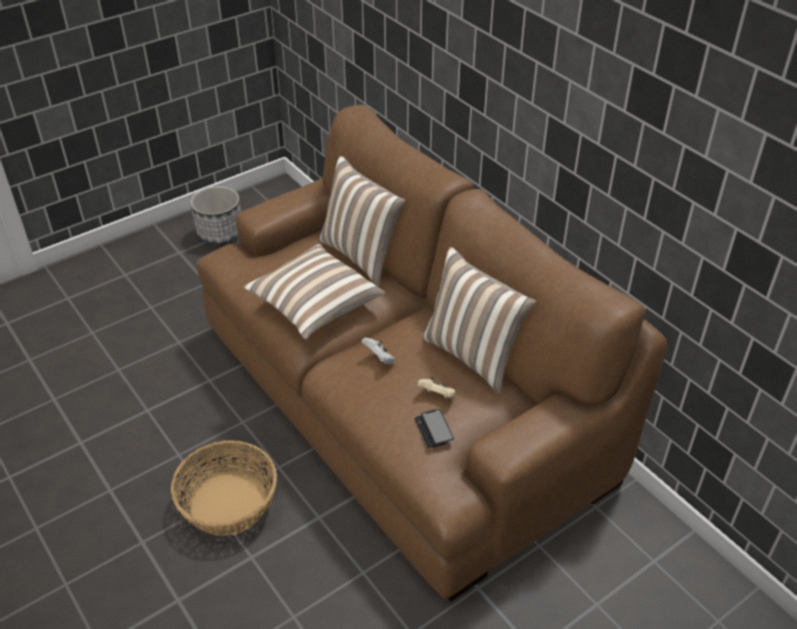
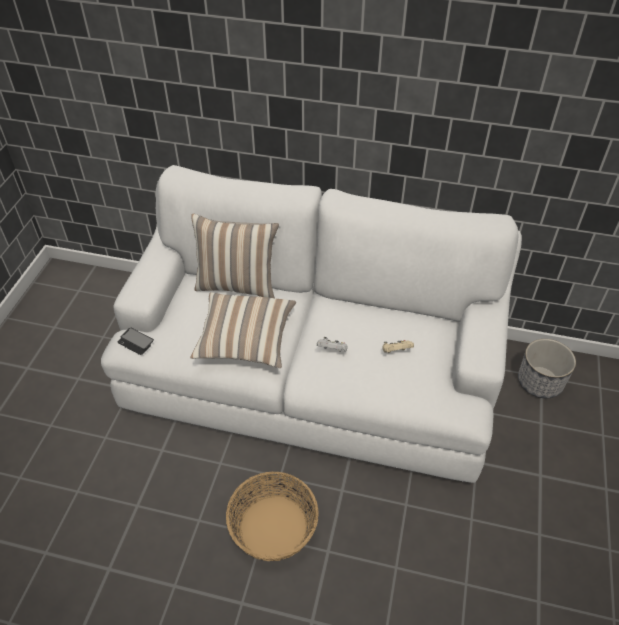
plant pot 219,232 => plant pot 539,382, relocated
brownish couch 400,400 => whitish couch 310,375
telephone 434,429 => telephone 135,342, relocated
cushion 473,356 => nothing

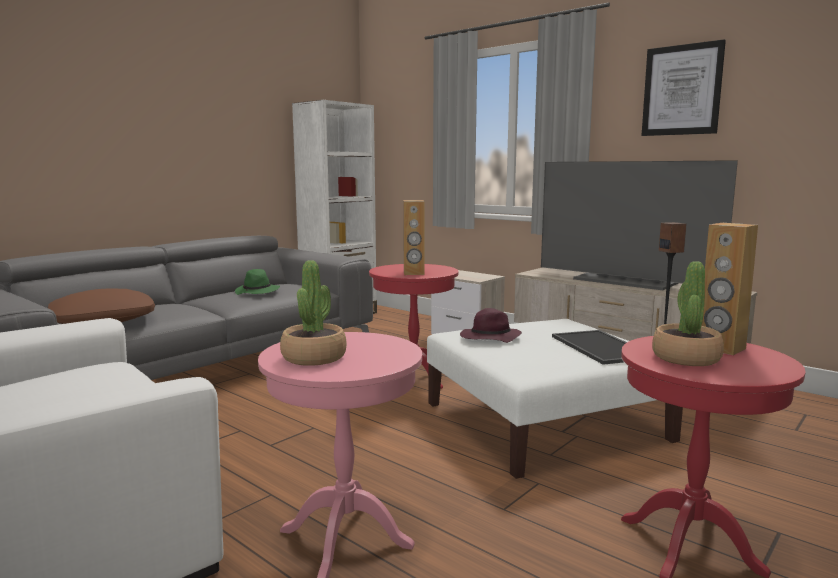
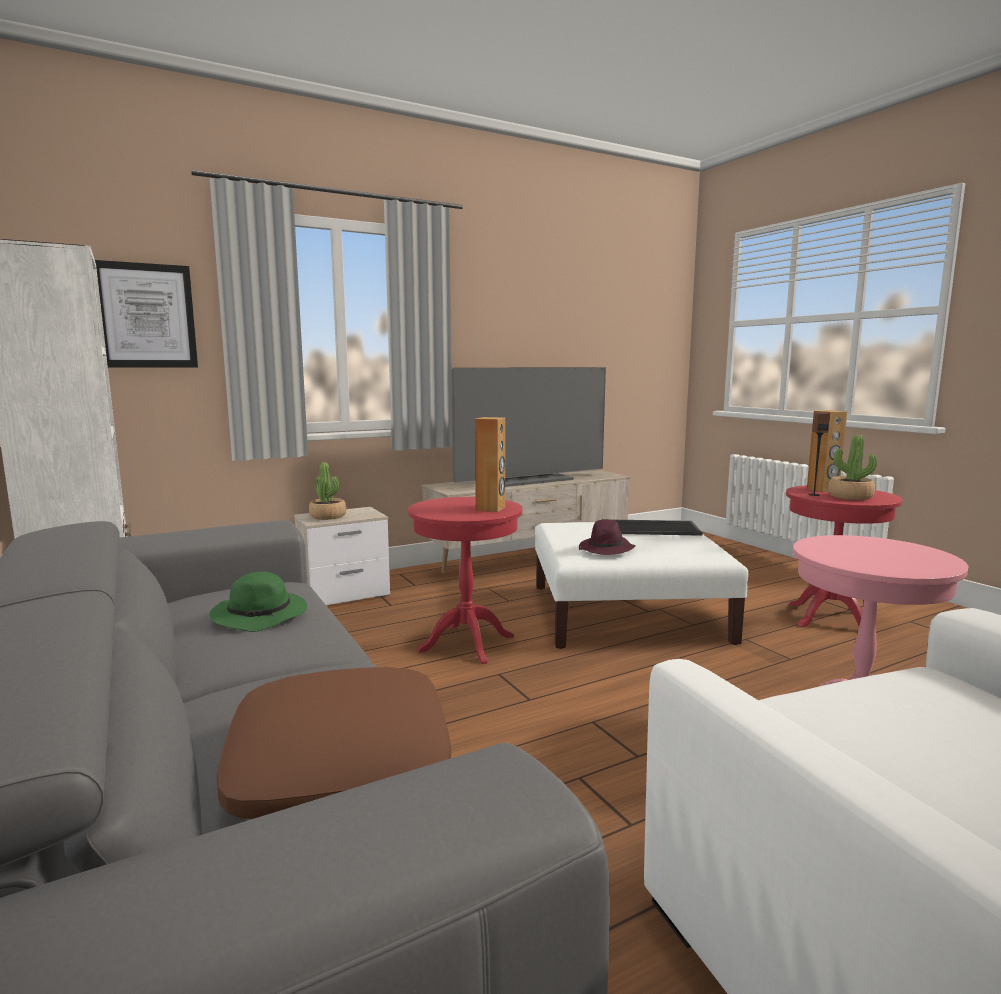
plant in a pot 314,357 => plant in a pot 328,516, relocated
picture 682,90 => picture 146,316, relocated

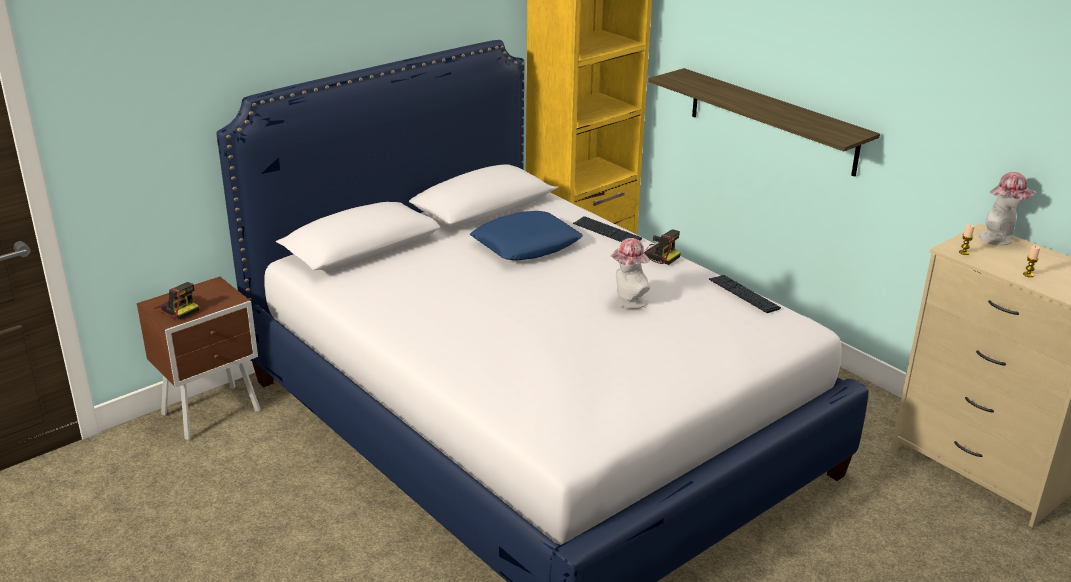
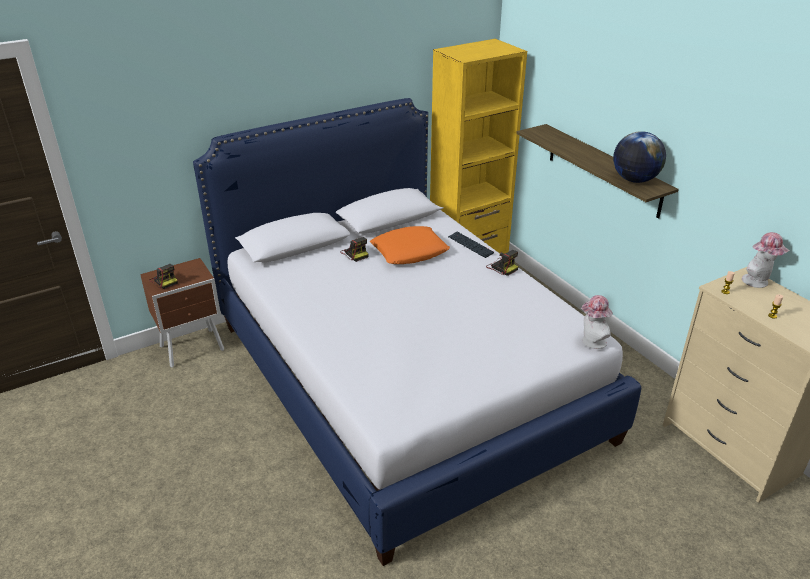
bluish cushion 526,244 => orange cushion 409,251
hat 628,302 => hat 591,342, relocated
computer keyboard 743,295 => nothing
nothing => photo camera 355,253
nothing => world globe 634,180

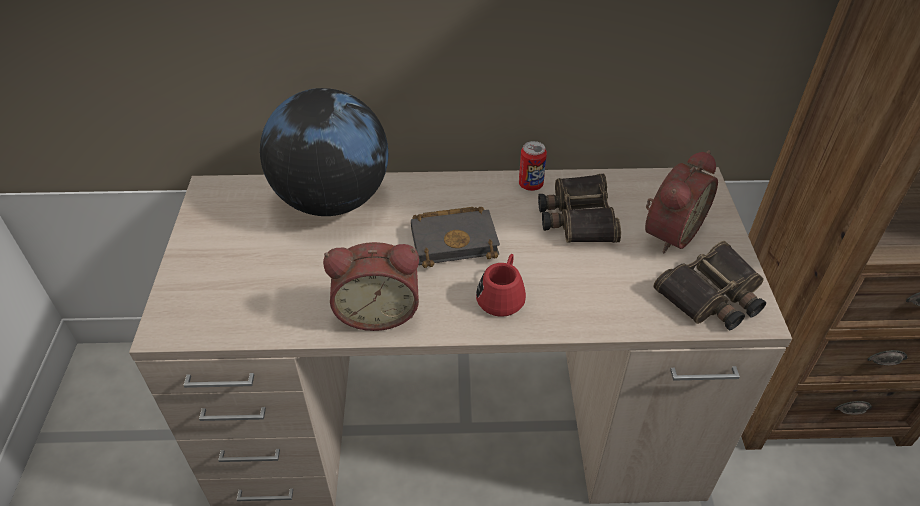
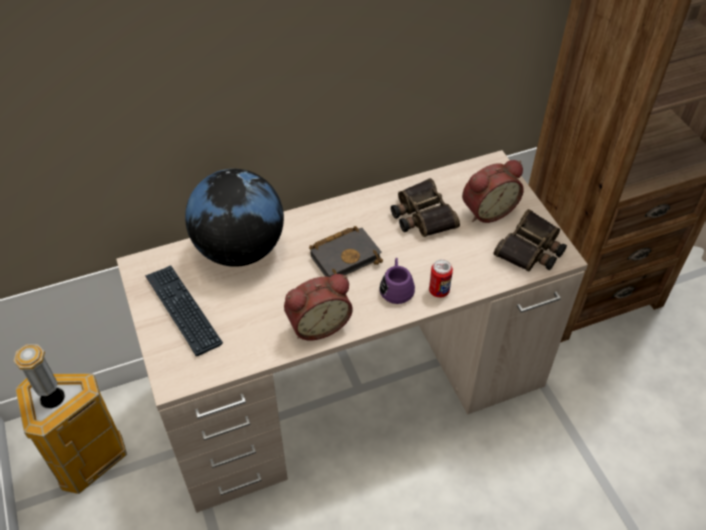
red-coloured coffee mug 502,295 => purple coffee mug 396,287
sealed can 530,185 => sealed can 439,291, relocated
alarm clock 668,232 => alarm clock 487,210, 45 degrees clockwise
nothing => trash can 89,460
nothing => computer keyboard 183,310

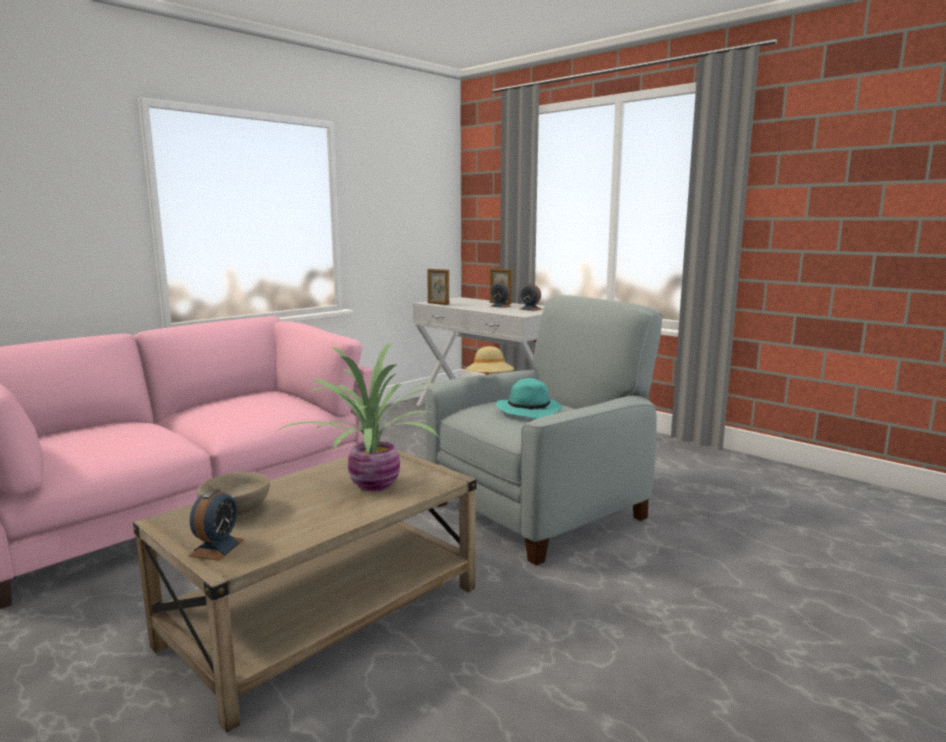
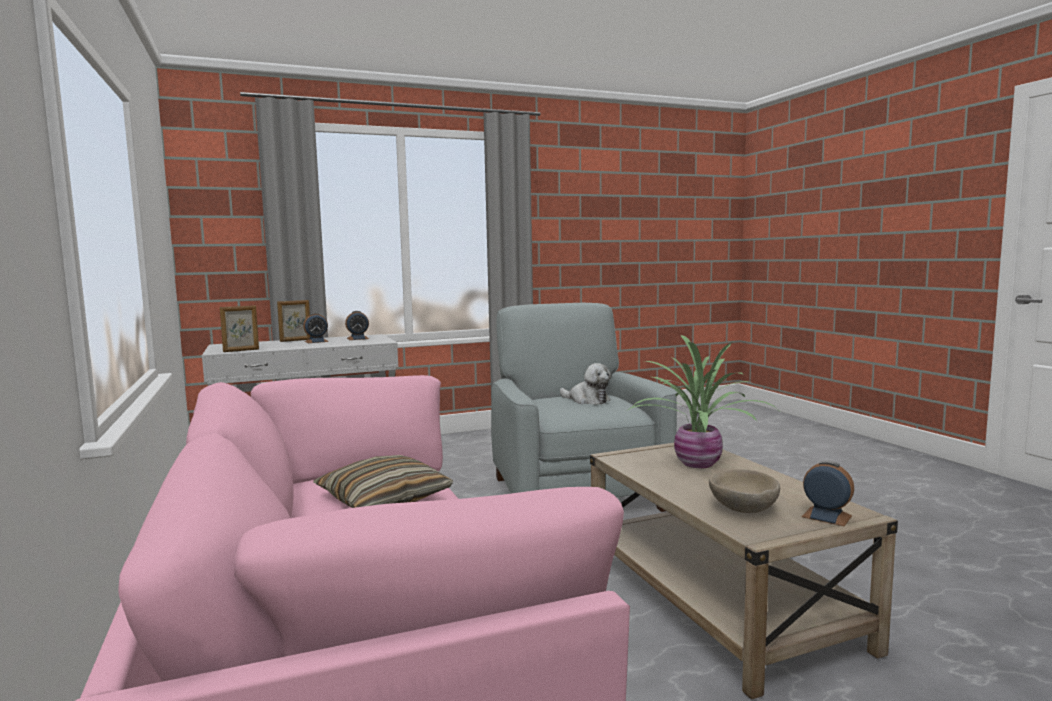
sand-coloured hat 489,381 => nothing
blue-green hat 530,410 => plush toy 587,400
nothing => cushion 384,499

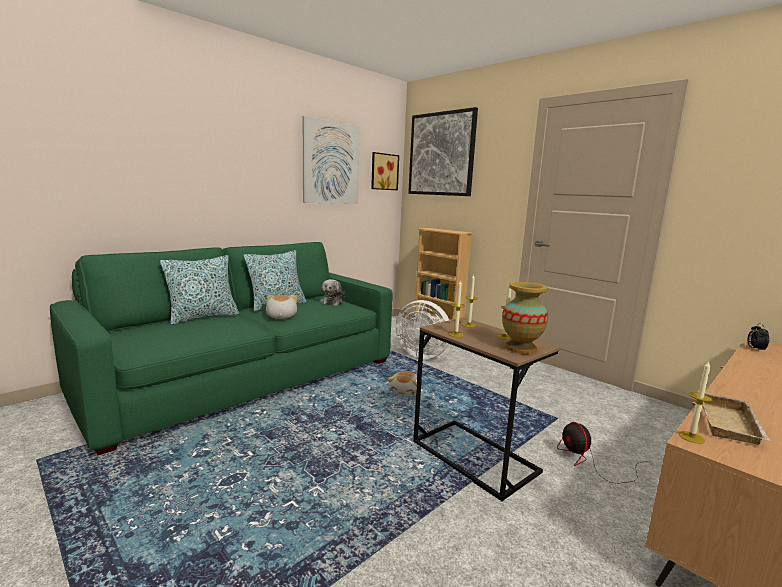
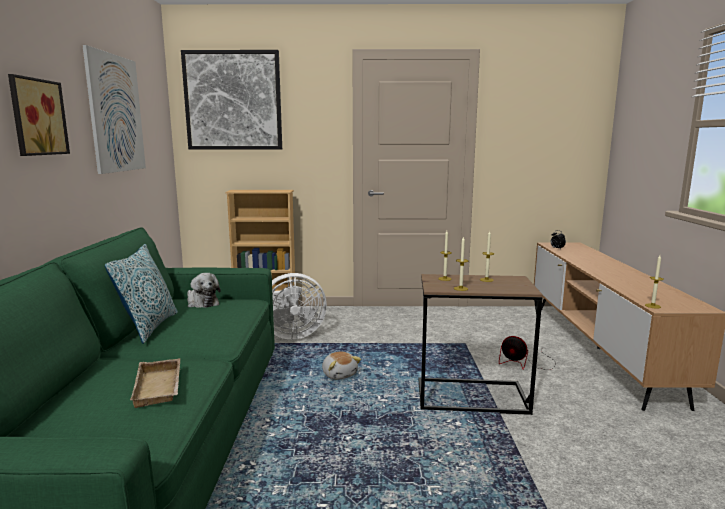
cushion 203,317 => nothing
plush toy 281,316 => nothing
picture 383,171 => picture 36,117, relocated
decorative vase 521,348 => nothing
sand-coloured serving tray 731,424 => sand-coloured serving tray 160,387, relocated

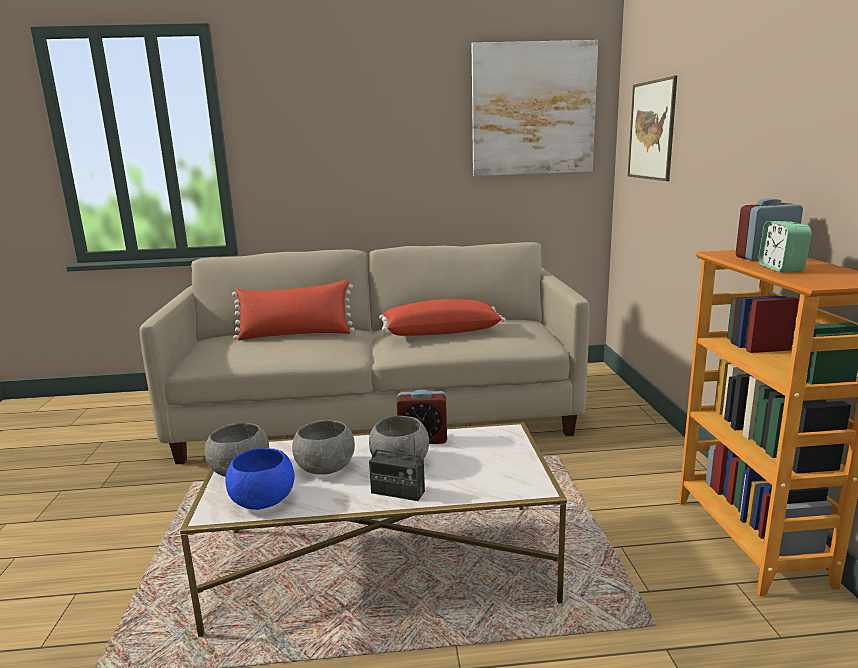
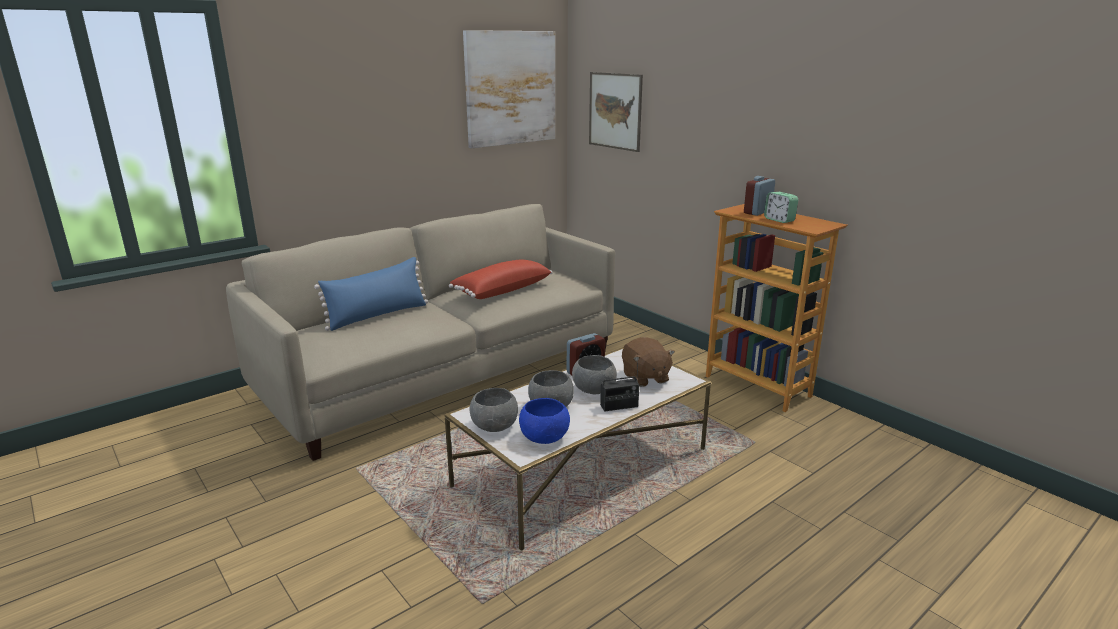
red-coloured cushion 295,335 => bluish cushion 378,315
nothing => brownish plush toy 645,378

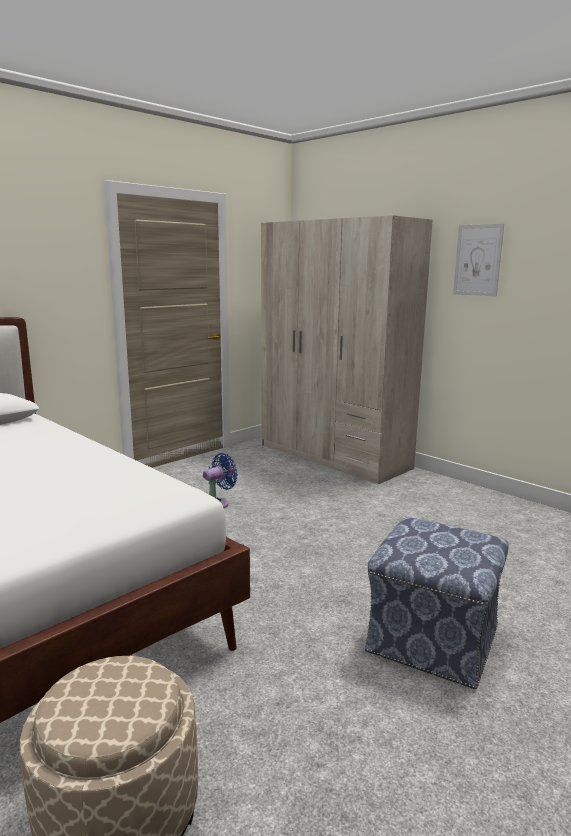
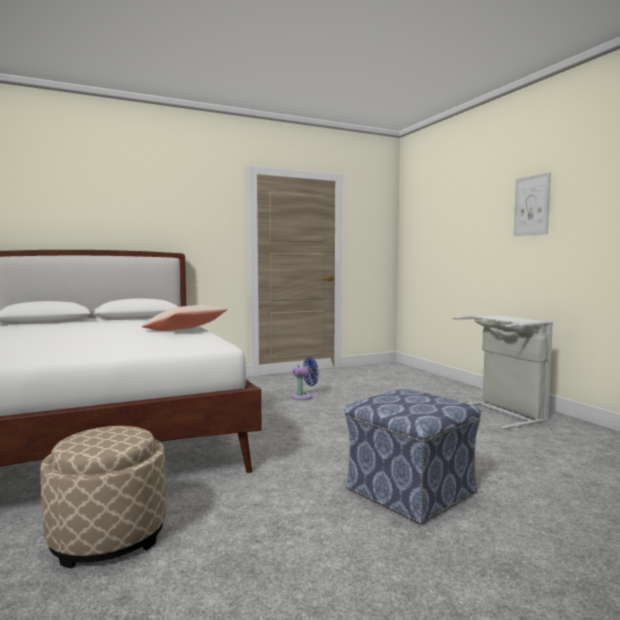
sand-coloured clothes cupboard 333,456 => nothing
nothing => sand-coloured cushion 185,330
nothing => gray washing basket 503,414

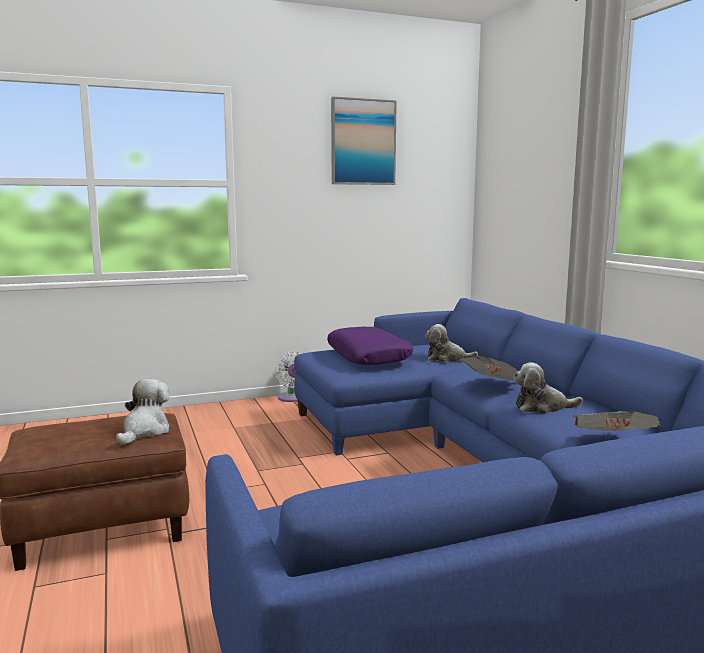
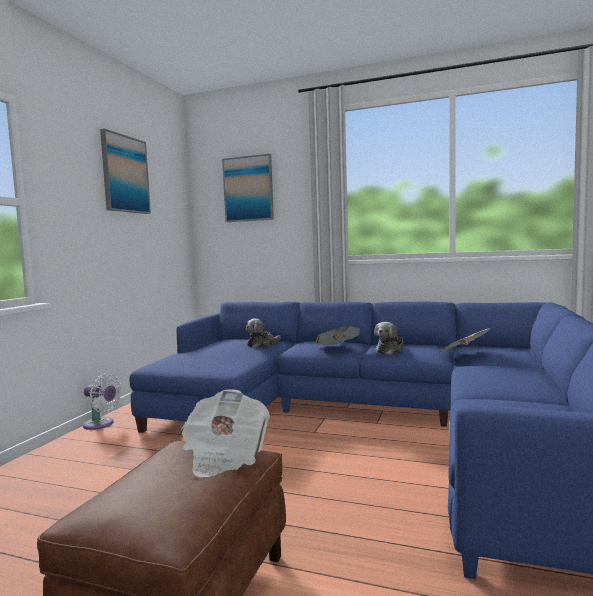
plush toy 145,431 => printed paper 224,455
purple cushion 368,357 => nothing
nothing => picture 248,189

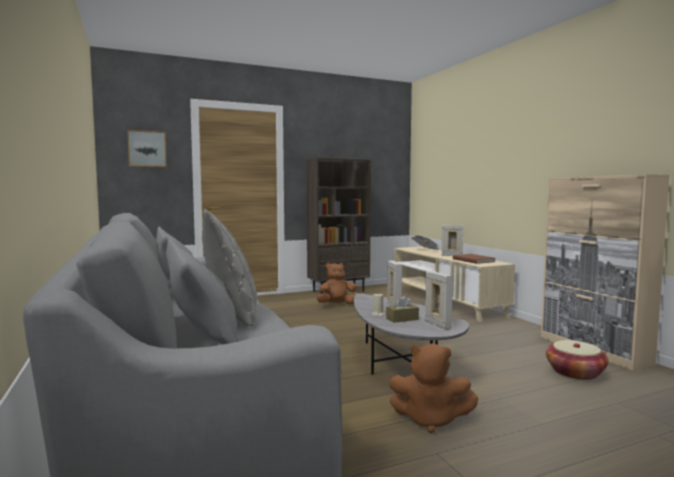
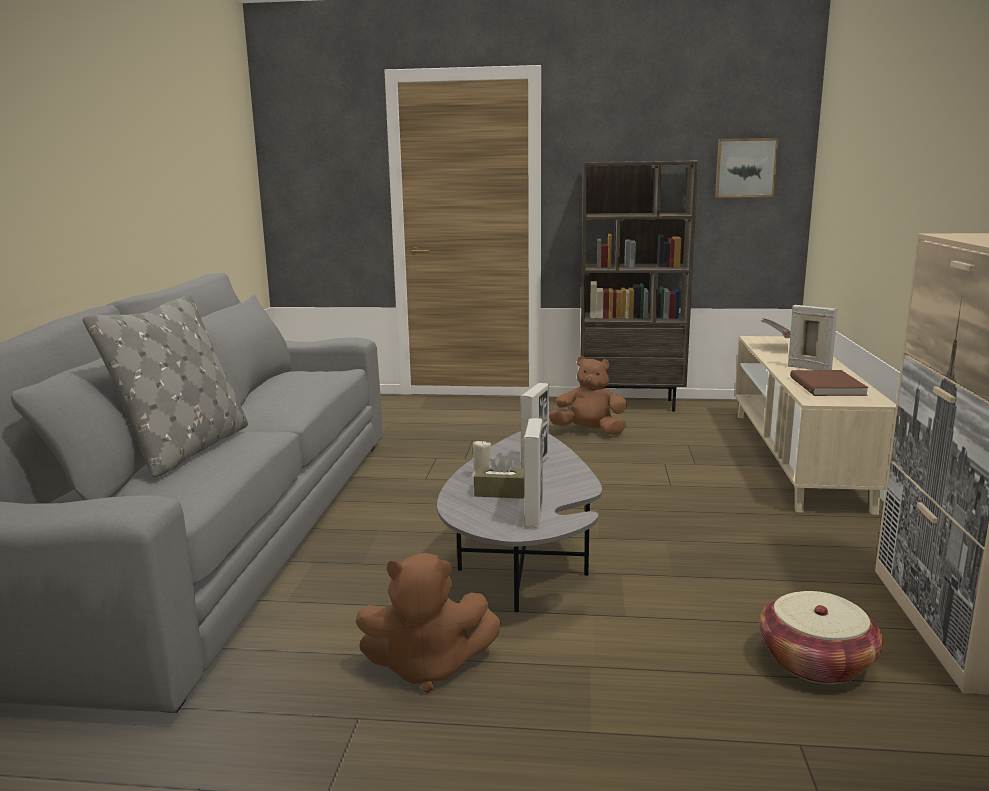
picture 147,149 => picture 745,168, relocated
brownish plush toy 430,420 => brownish plush toy 427,667, 45 degrees counterclockwise

